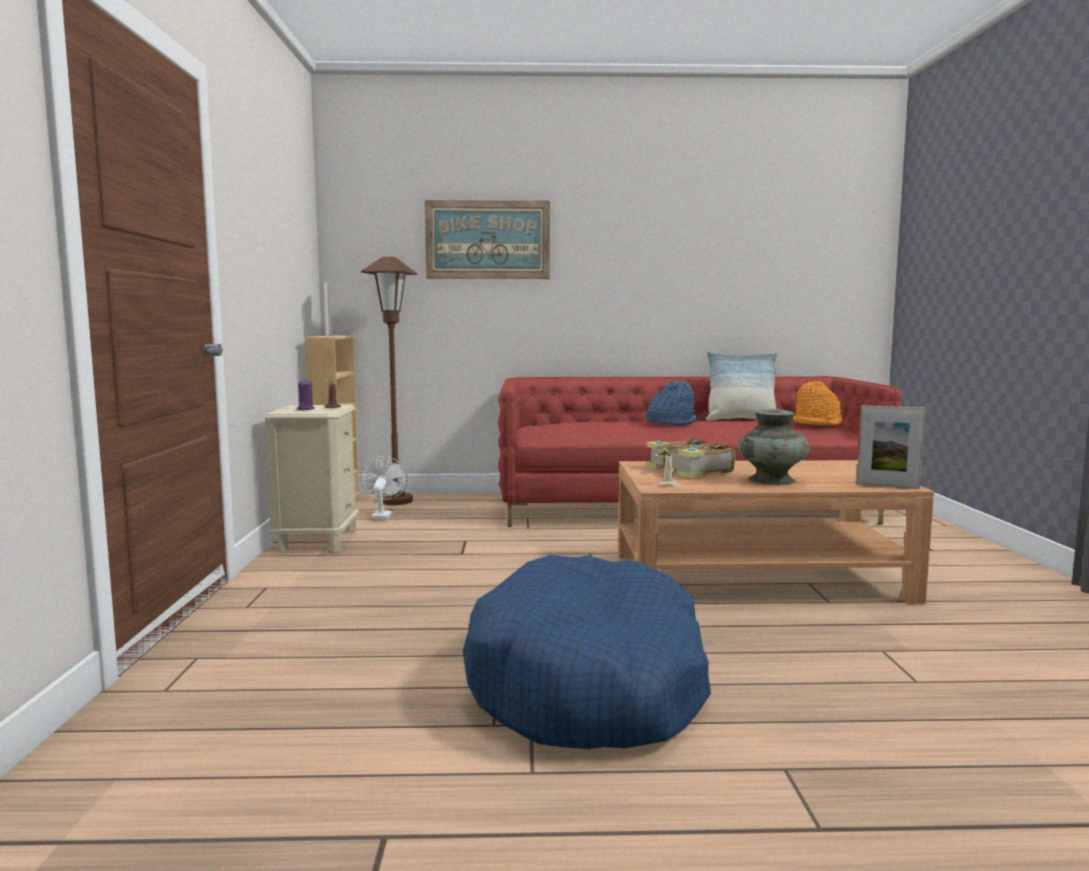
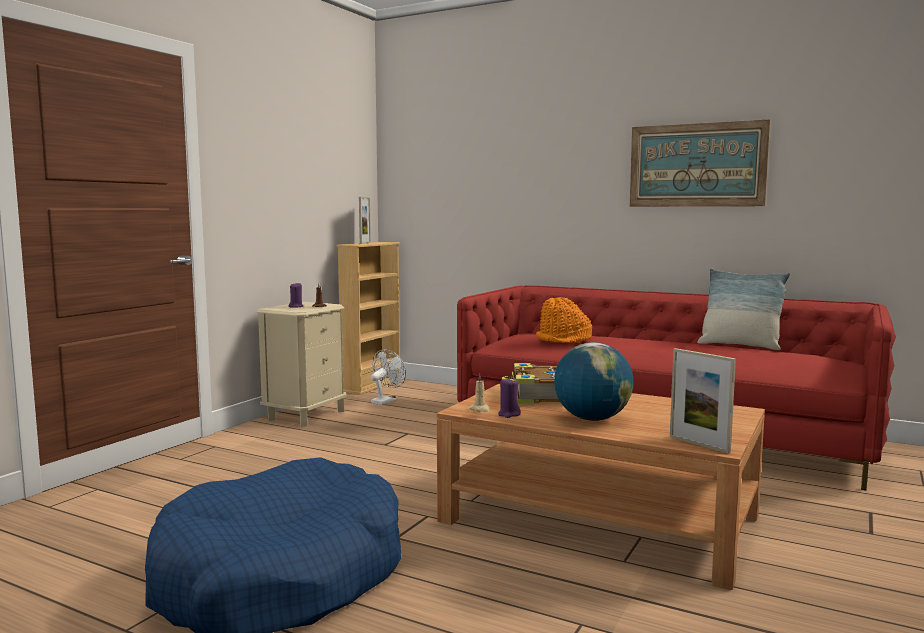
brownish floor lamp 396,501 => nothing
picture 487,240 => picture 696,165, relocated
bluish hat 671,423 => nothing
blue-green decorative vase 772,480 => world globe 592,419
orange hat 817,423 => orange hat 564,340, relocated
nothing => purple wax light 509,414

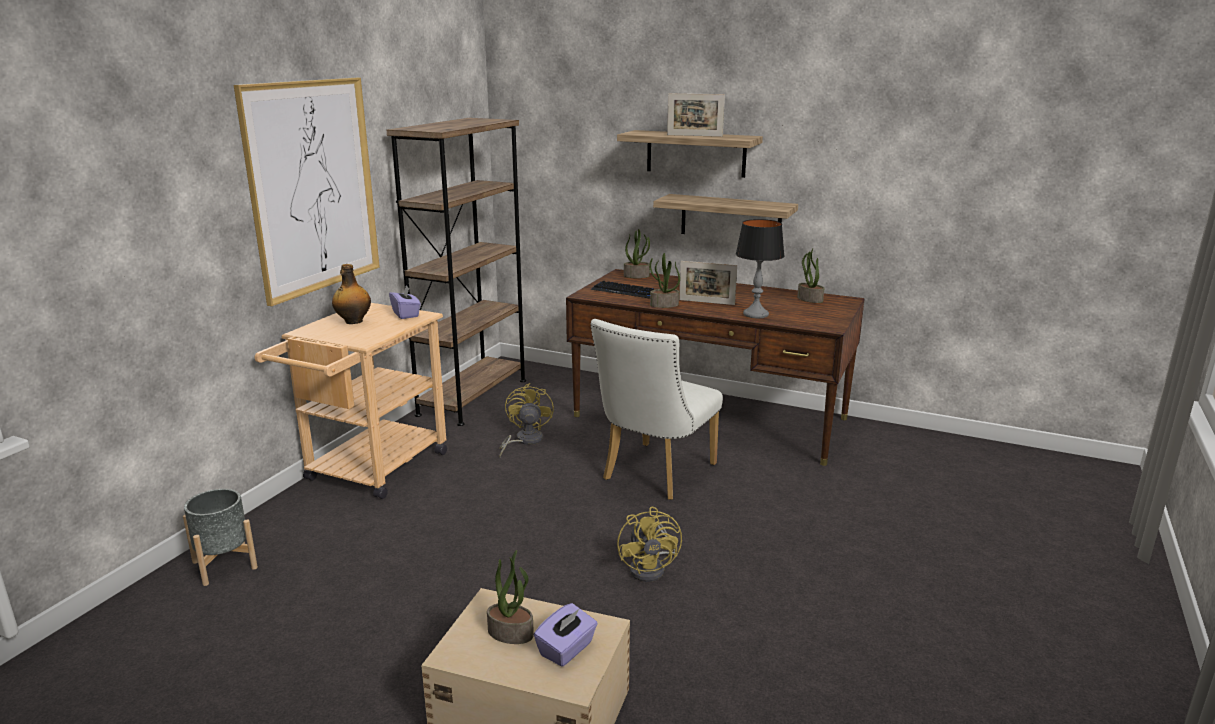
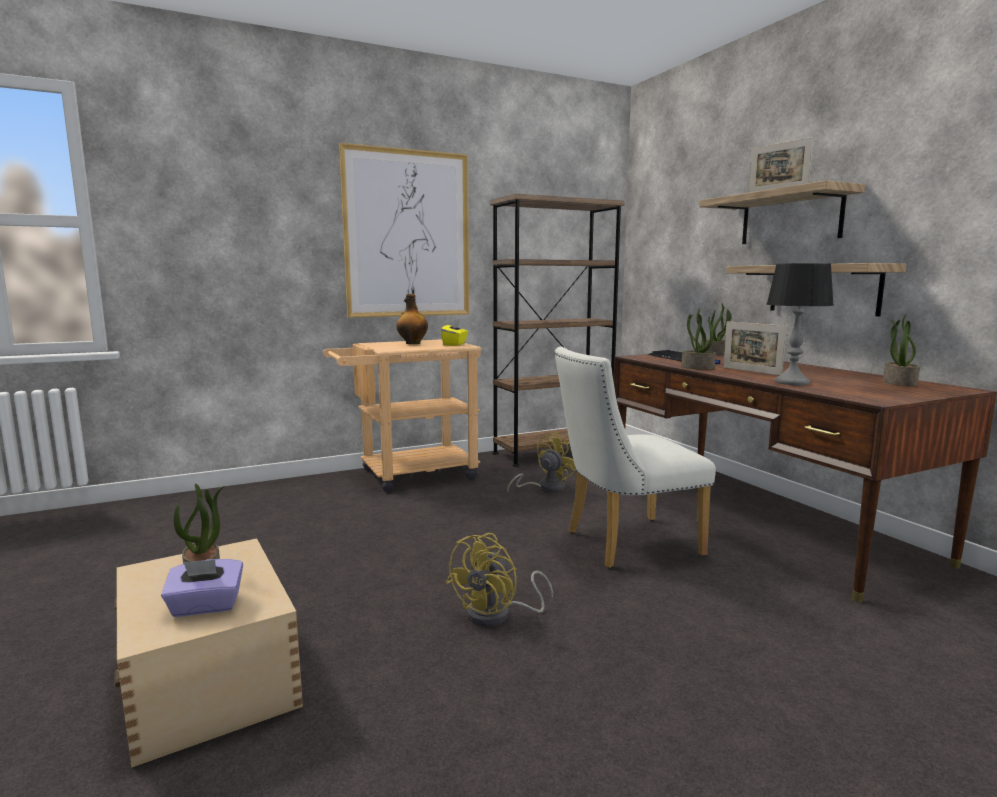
gray plant pot 225,565 => nothing
purple tissue box 406,314 => yellow-coloured tissue box 455,344

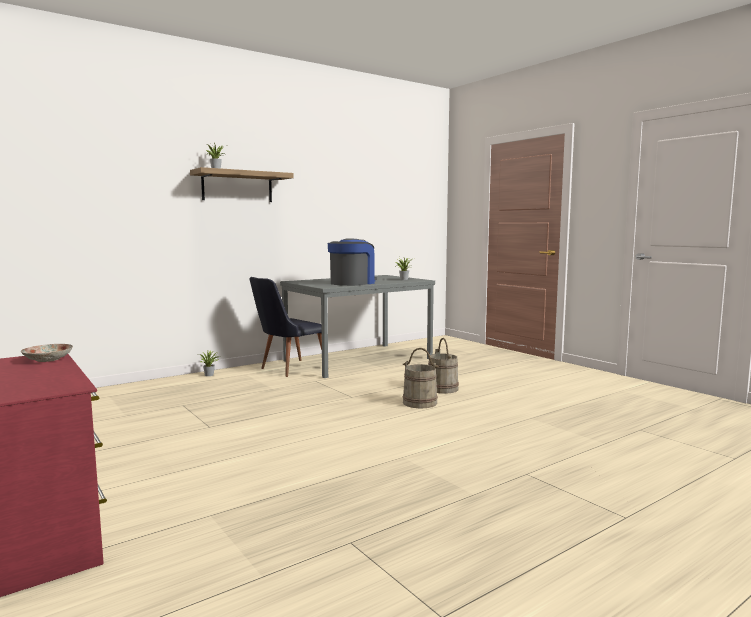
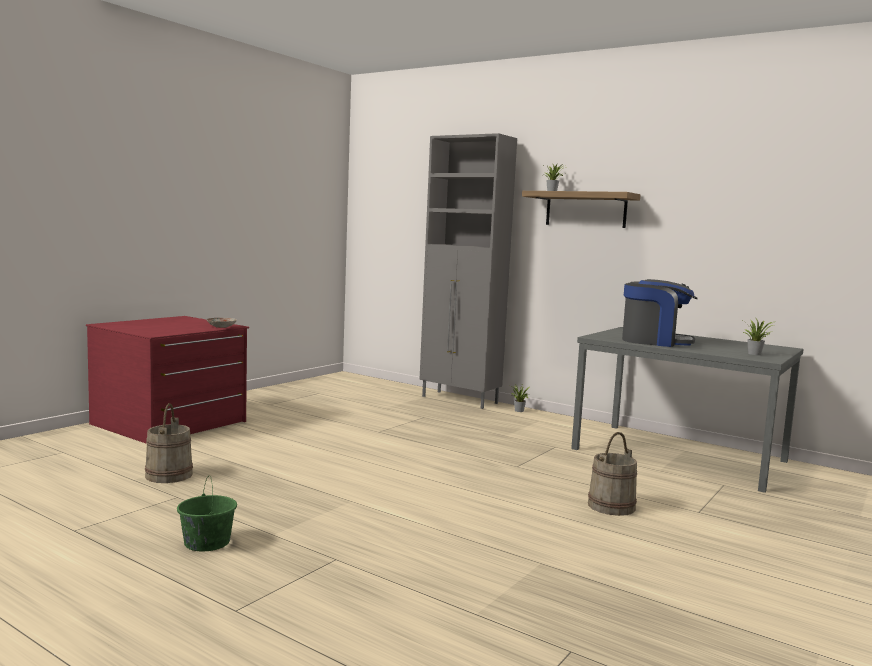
black-coloured plain chair 288,369 => nothing
sand-coloured pail 420,402 => sand-coloured pail 169,475, relocated
nothing => green pail 207,542
nothing => gray cabinet 460,400

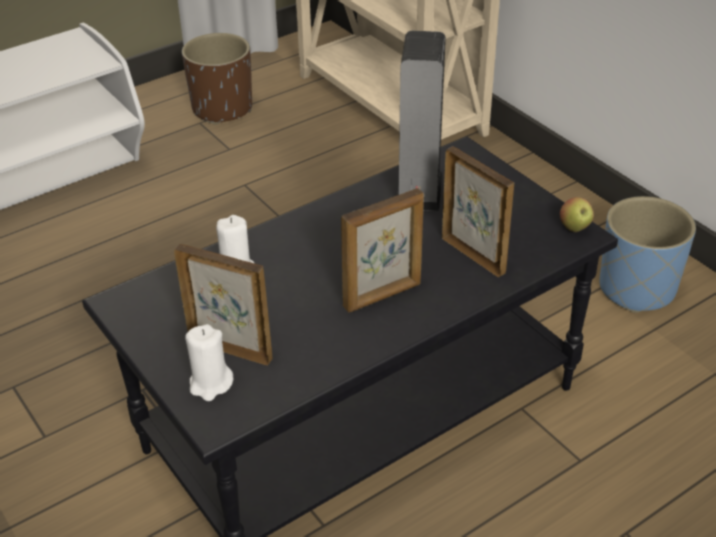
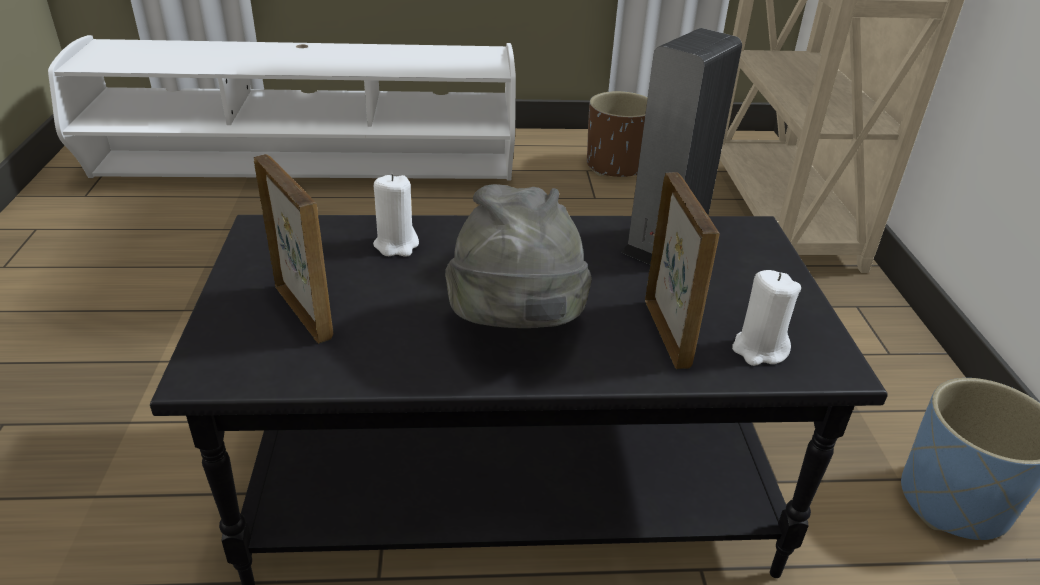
whitish wax light 210,384 => whitish wax light 759,349, relocated
picture frame 383,296 => gray hat 516,330
apple 574,228 => nothing

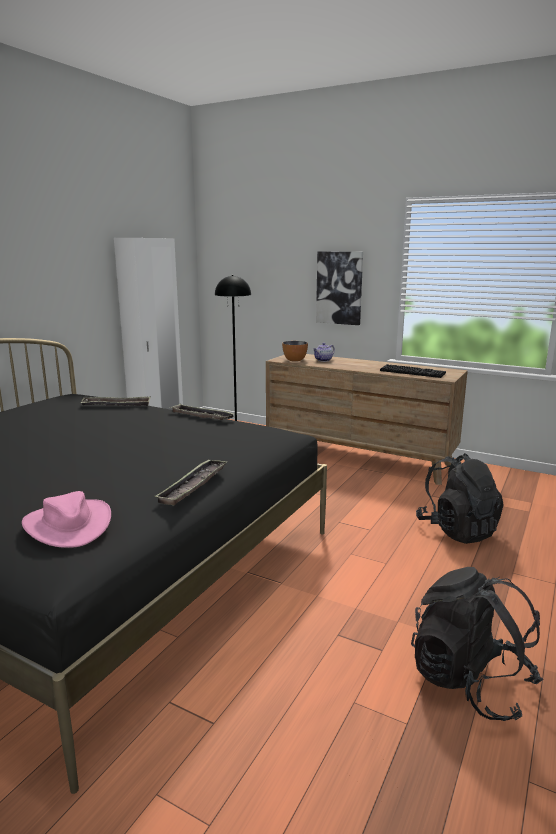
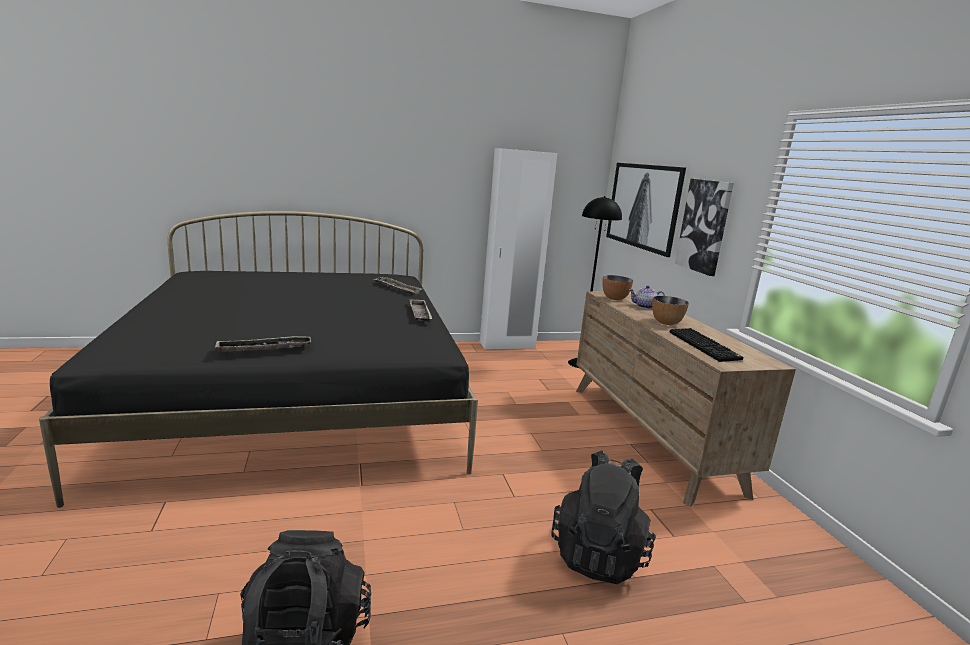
pink-coloured hat 68,525 => nothing
nothing => picture 644,206
nothing => serving bowl 666,323

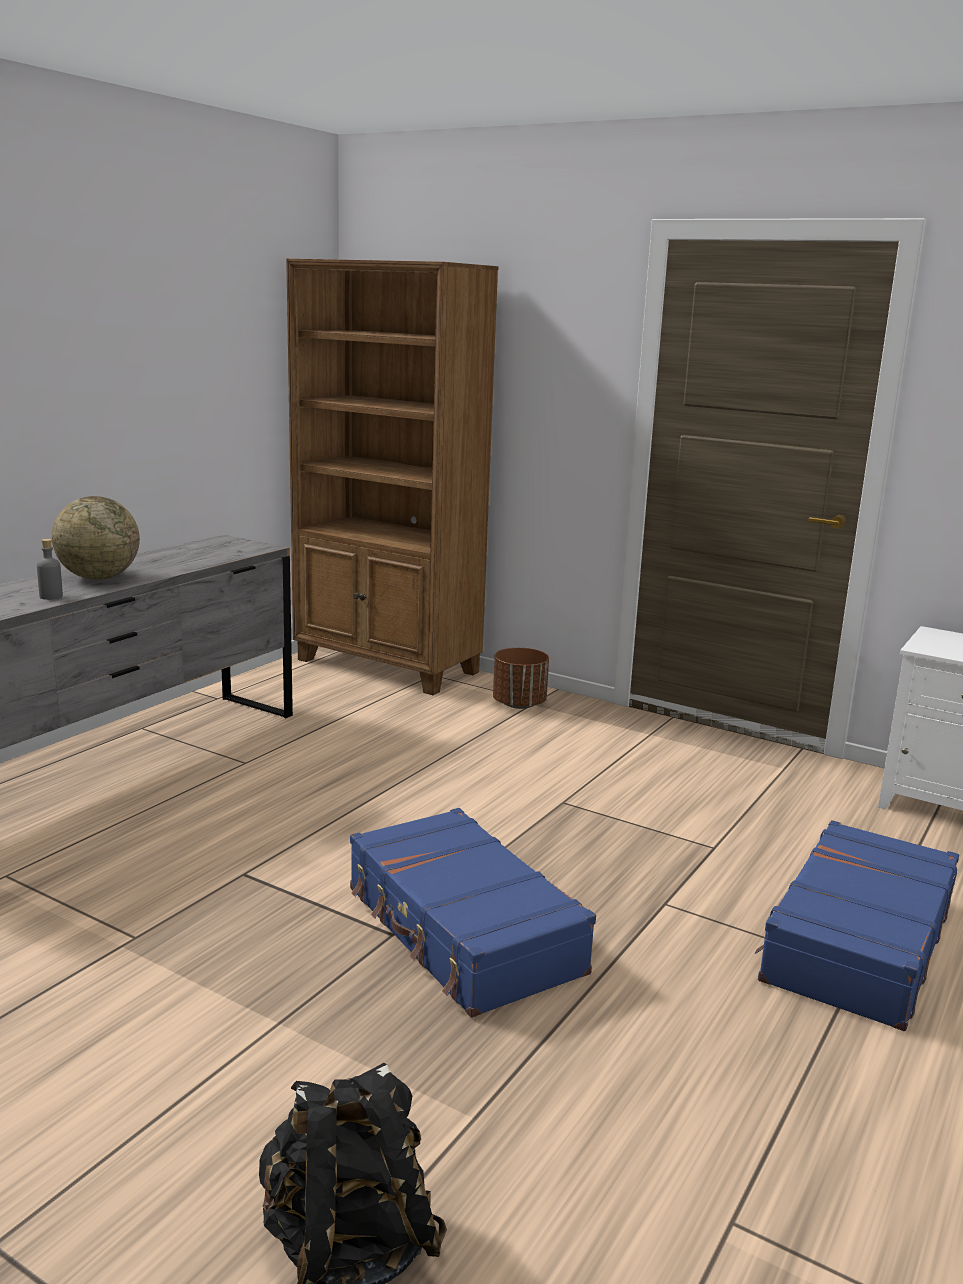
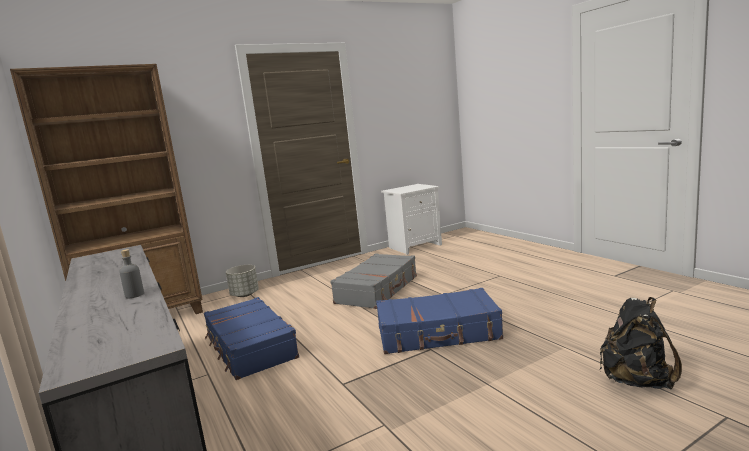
world globe 98,577 => nothing
brownish plant pot 519,704 => gray plant pot 245,294
bluish travel case 856,943 => bluish travel case 250,348, relocated
nothing => gray travel case 378,290

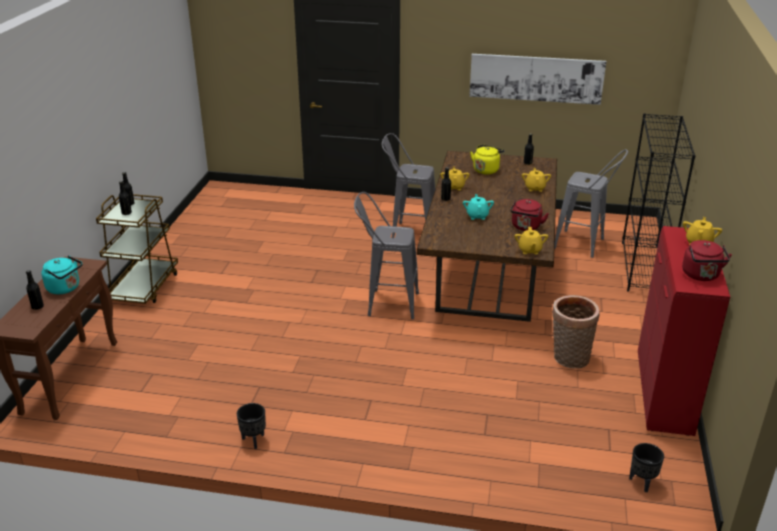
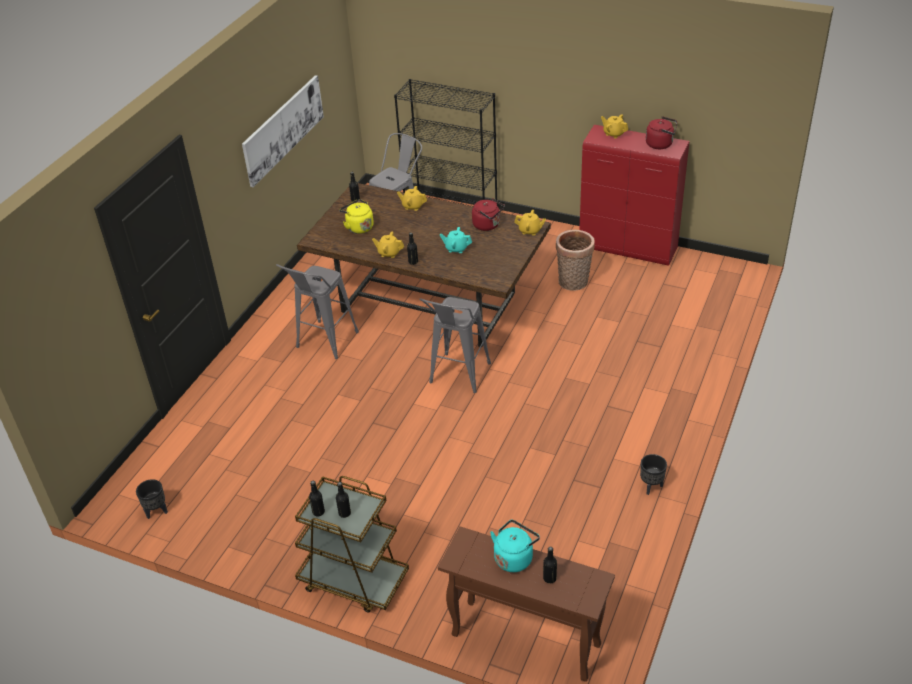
black-coloured plant pot 642,482 => black-coloured plant pot 157,511, relocated

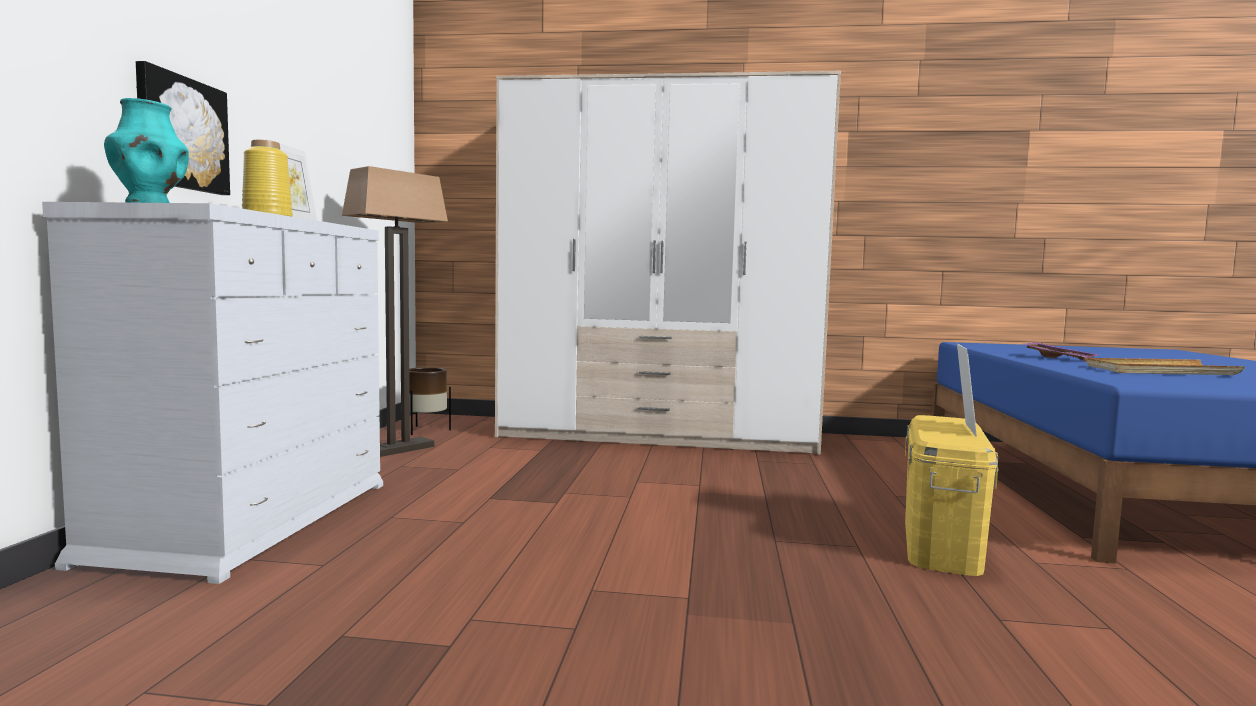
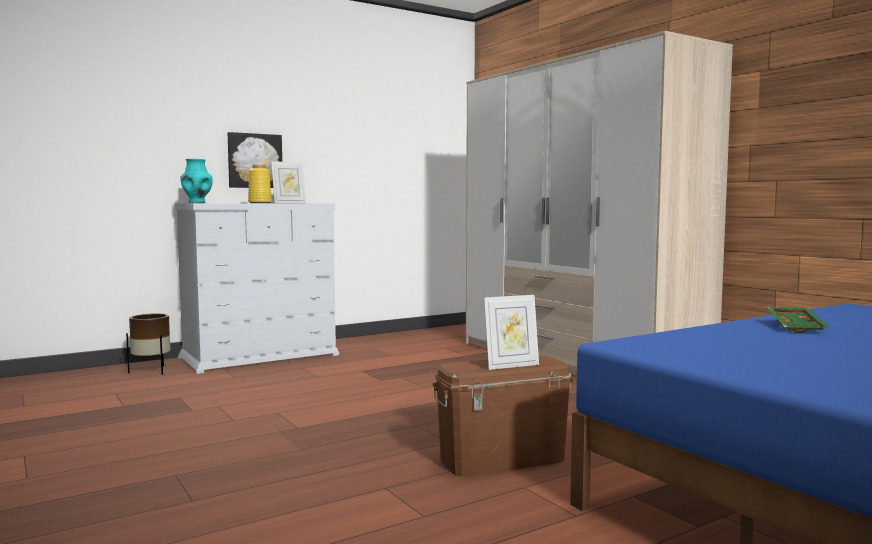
floor lamp 398,450 => nothing
brownish plant pot 426,430 => brownish plant pot 152,371, relocated
yellow-coloured storage box 940,544 => brownish storage box 502,459
purple serving tray 1059,358 => green serving tray 798,327
sand-coloured serving tray 1159,371 => nothing

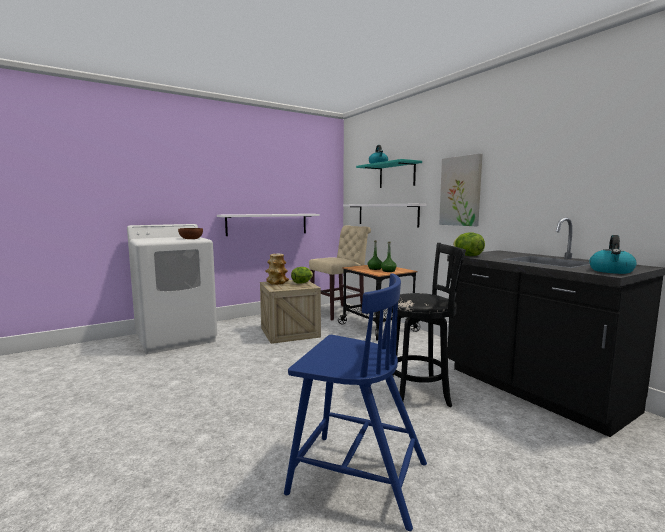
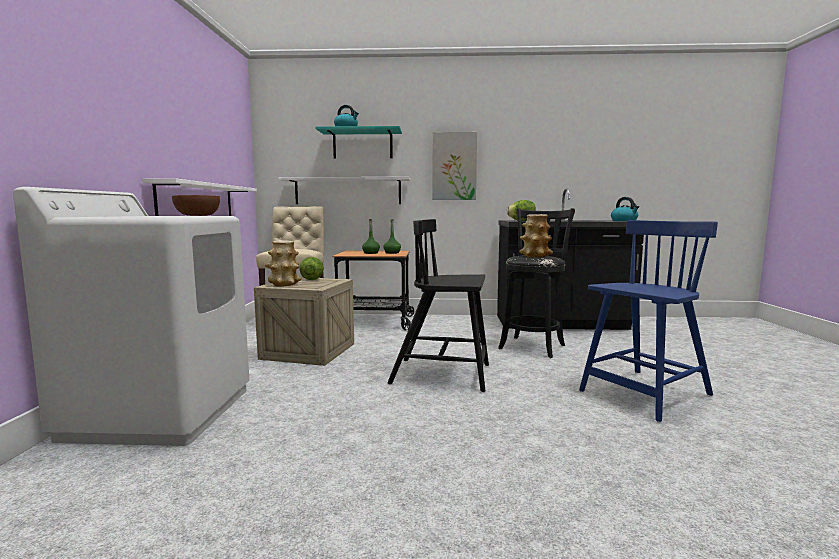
nothing => black-coloured plain chair 443,374
nothing => decorative vase 535,256

